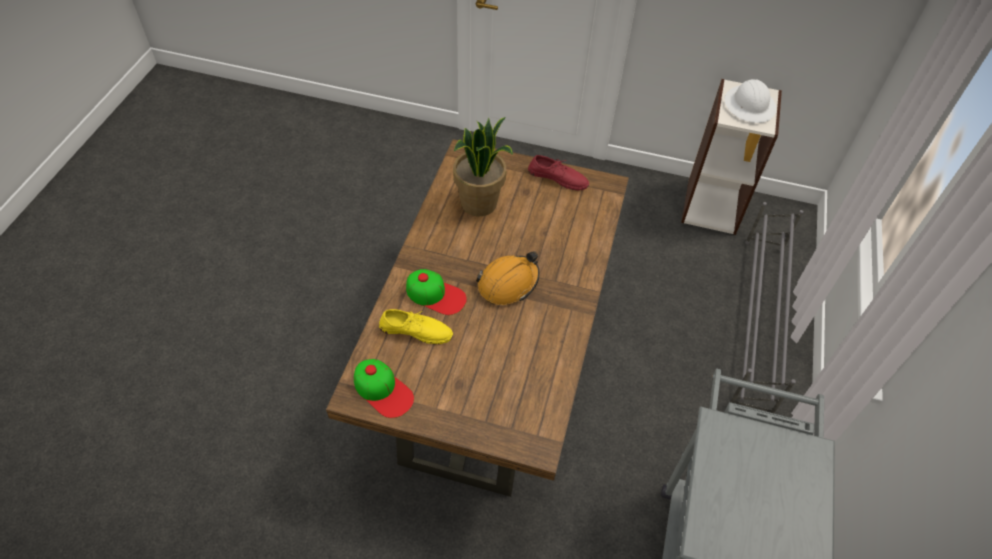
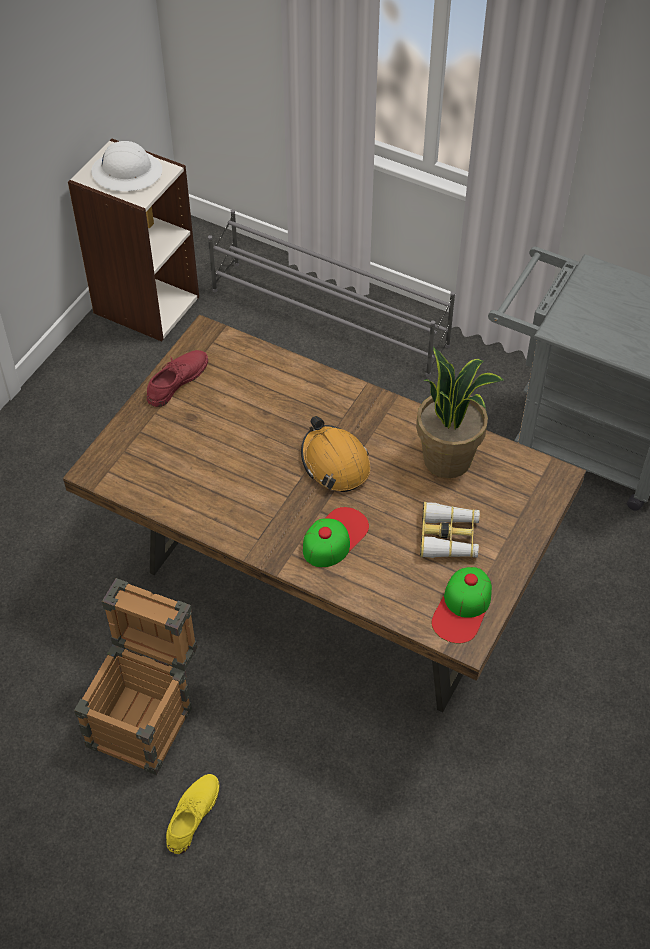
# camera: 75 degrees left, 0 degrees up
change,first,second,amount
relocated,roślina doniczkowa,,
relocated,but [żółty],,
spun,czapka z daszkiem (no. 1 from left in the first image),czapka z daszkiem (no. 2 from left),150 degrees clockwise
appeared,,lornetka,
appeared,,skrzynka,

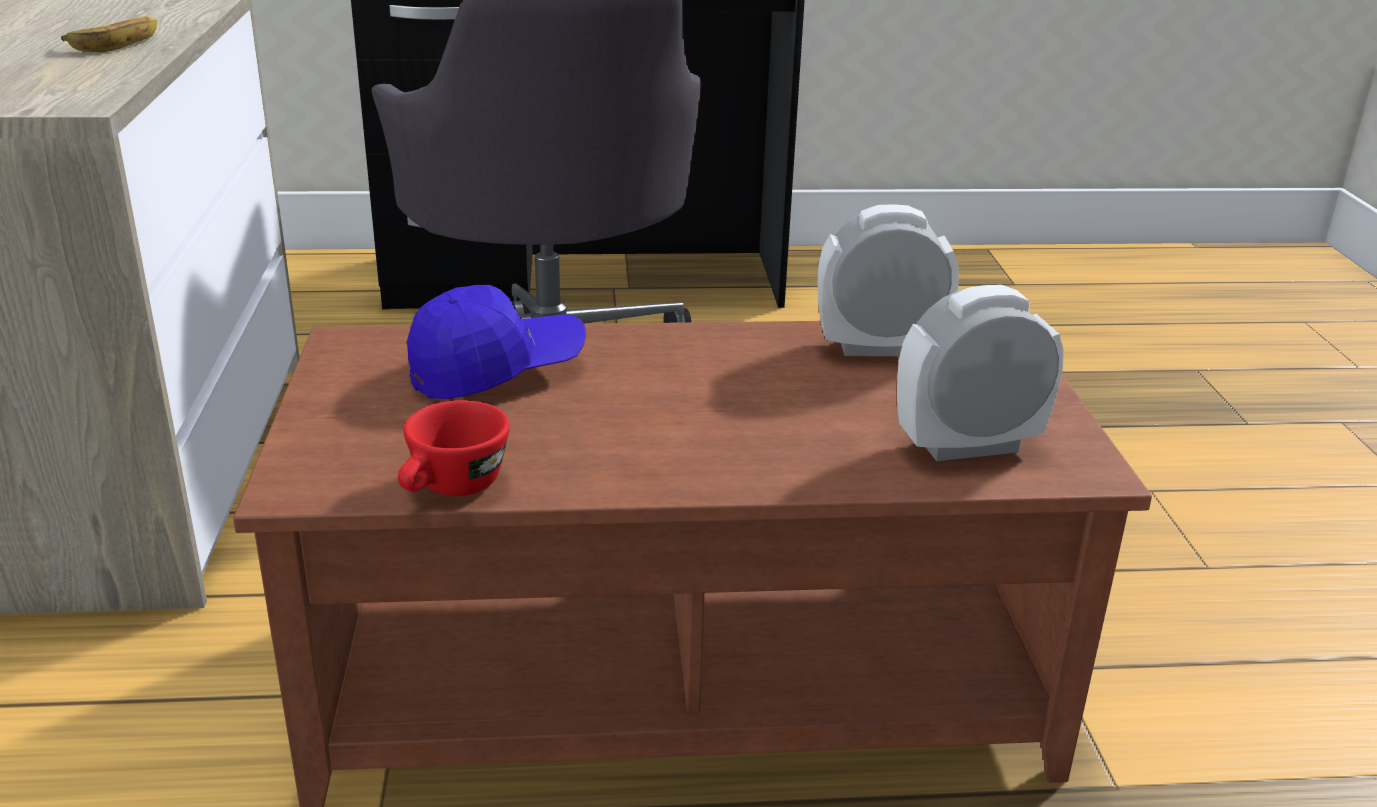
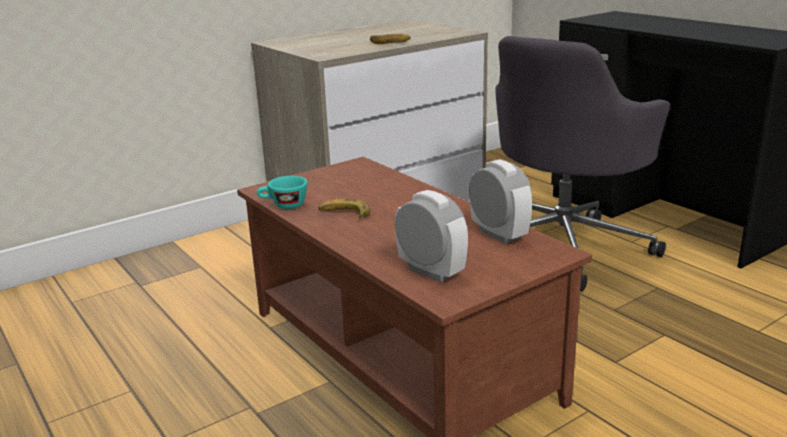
# camera: 60 degrees right, 5 degrees down
change,first,second,amount
missing,czapka z daszkiem [niebieski],,
colour,filiżanka [czerwony],filiżanka [turkusowy],
appeared,,banan (no. 1 from left),

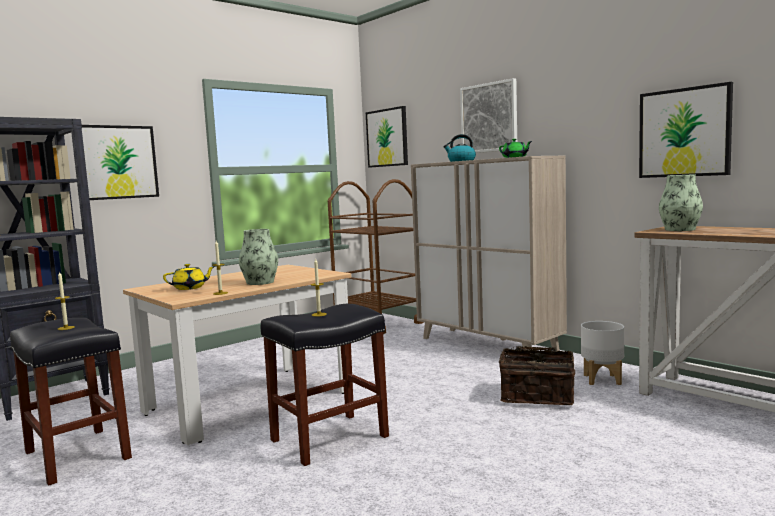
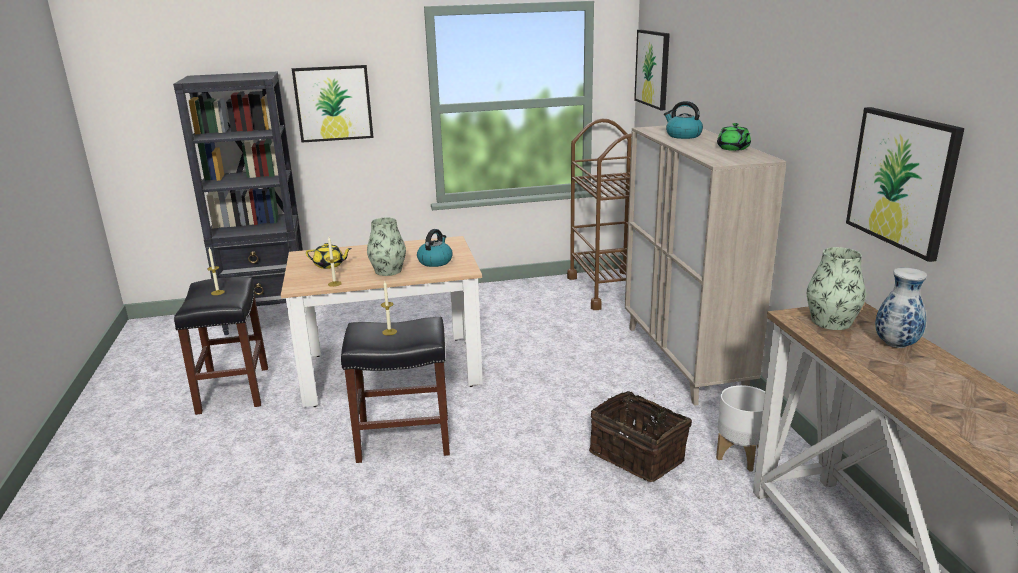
# camera: 30 degrees right, 15 degrees up
change,first,second,amount
missing,obraz (no. 3 from left),,
appeared,,czajnik (no. 1 from left),
appeared,,wazon (no. 3 from left),

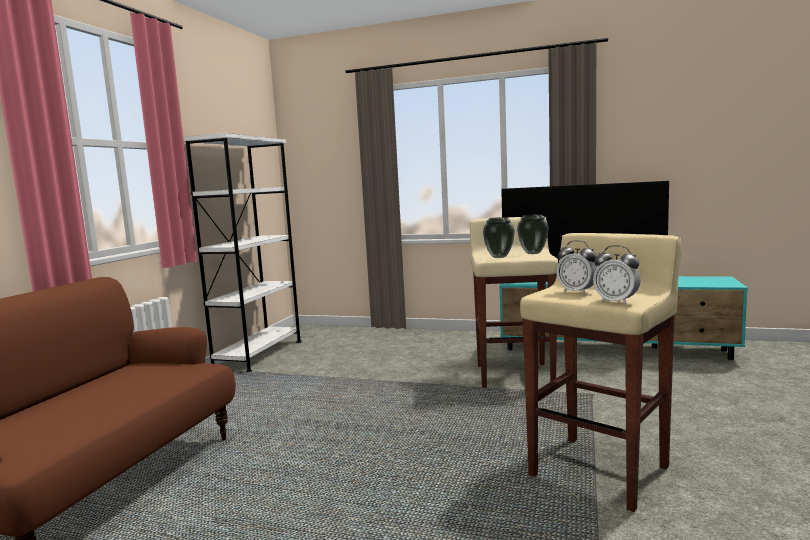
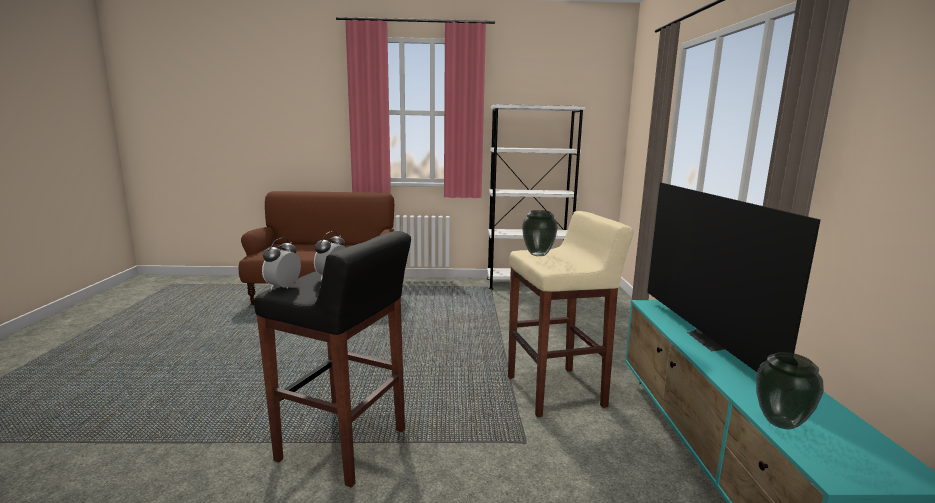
# camera: 70 degrees right, 5 degrees up
change,first,second,amount
relocated,wazon (no. 2 from left),,
colour,stołek [beżowy] (no. 2 from left),stołek [czarny],

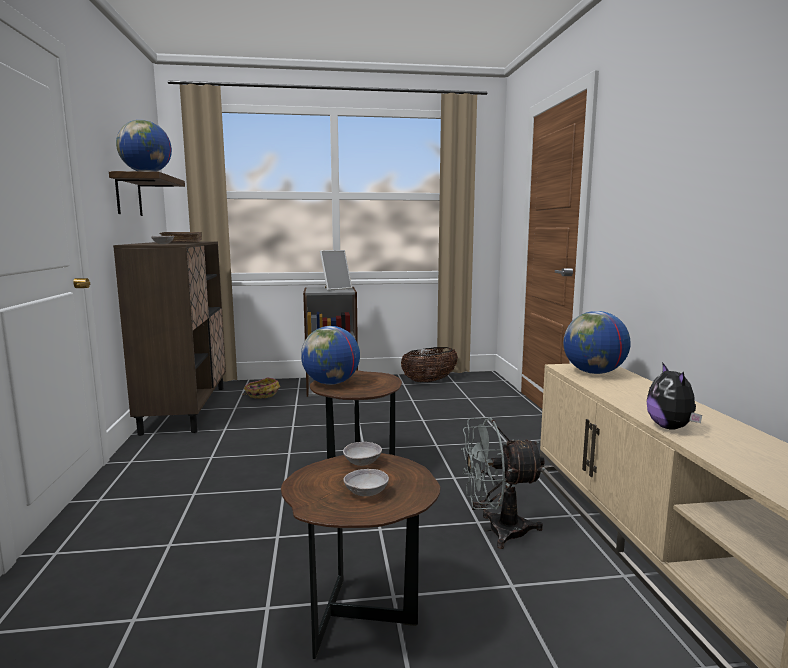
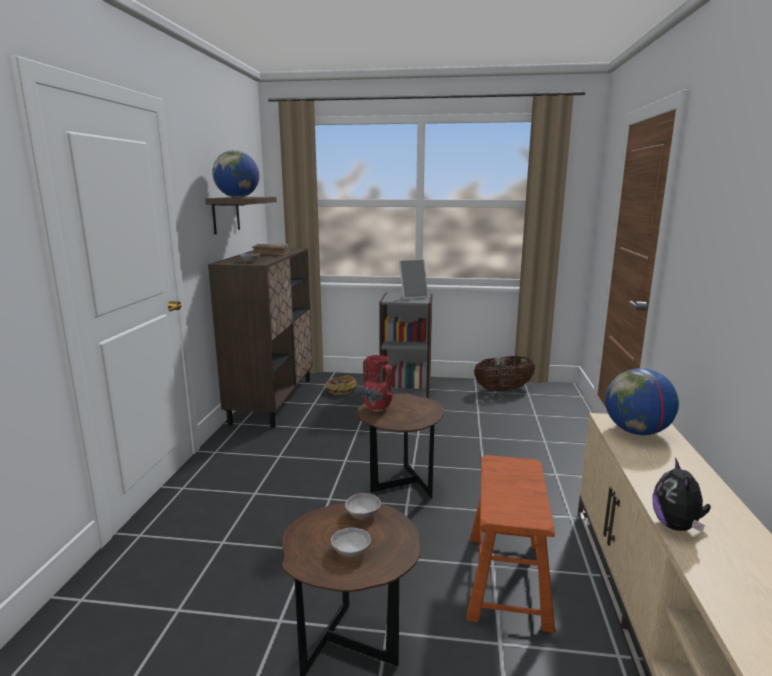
# camera: 15 degrees right, 5 degrees up
change,first,second,amount
exchanged,globus (no. 2 from left),wazon [czerwony],
exchanged,wentylator [szary],stołek [brązowy],

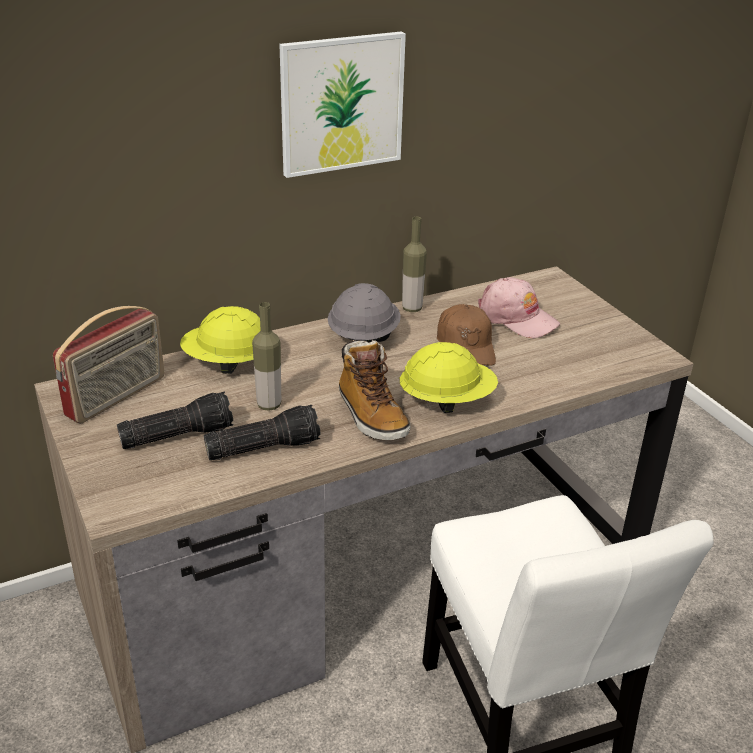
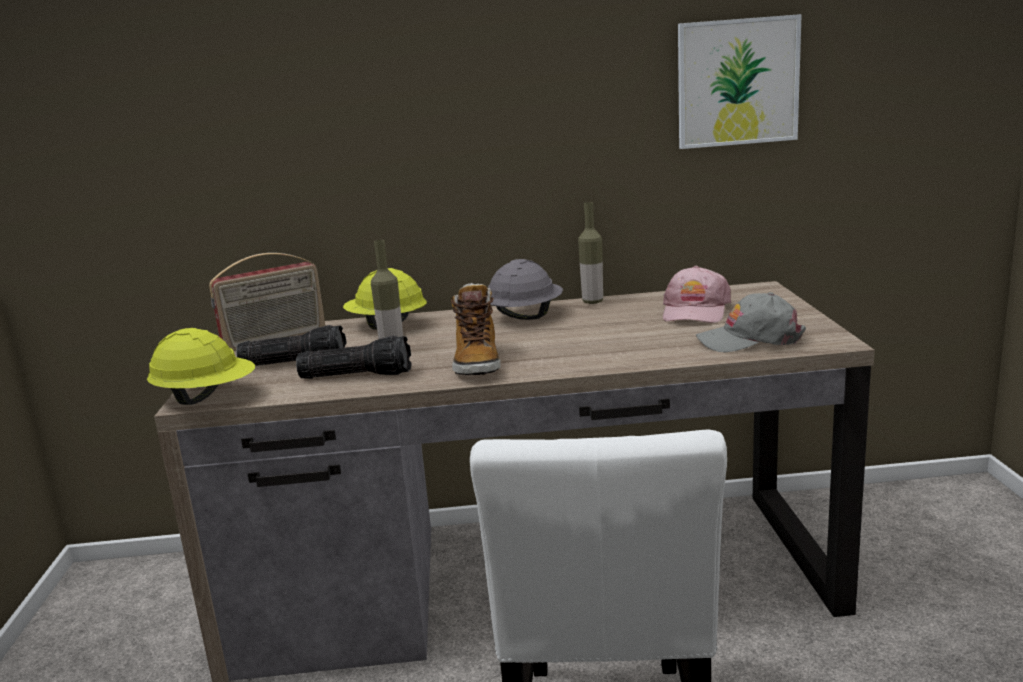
# camera: 25 degrees right, 15 degrees down
change,first,second,amount
relocated,obraz,,
spun,czapka z daszkiem [różowy],,45 degrees clockwise
missing,czapka z daszkiem [brązowy],,
relocated,kask [żółty] (no. 2 from left in the first image),kask [żółty] (no. 1 from left),
appeared,,czapka z daszkiem [szary],

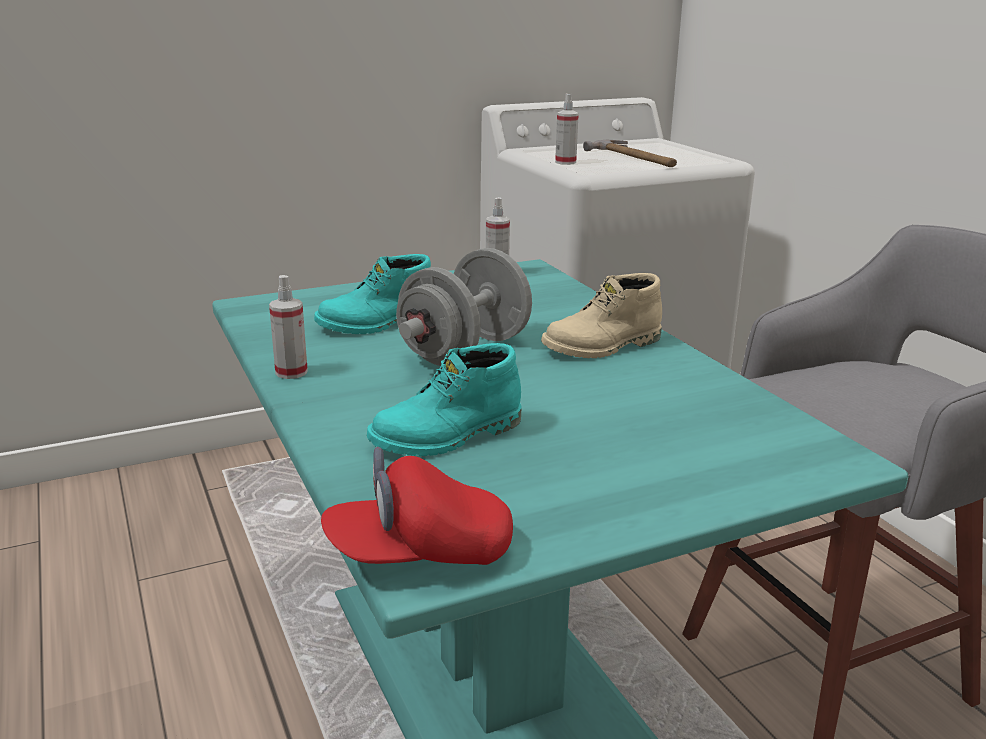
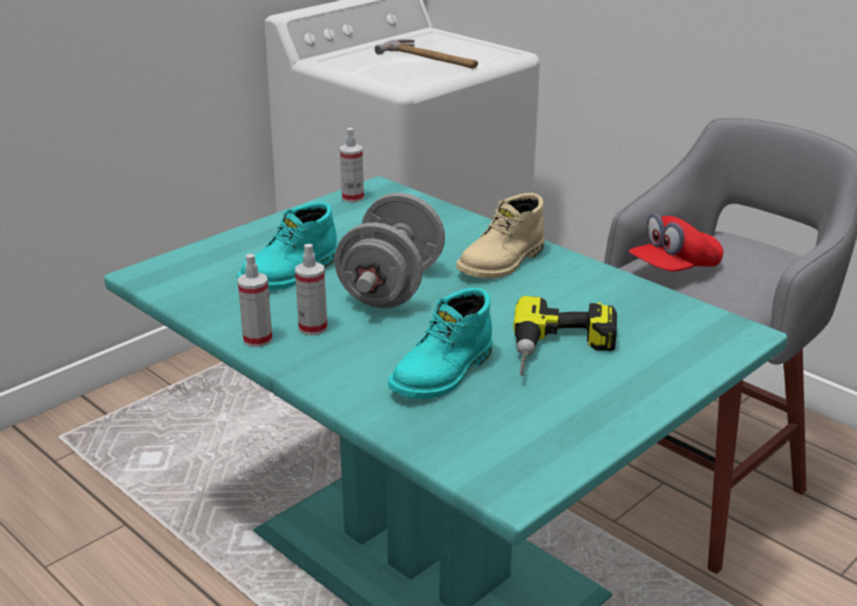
# camera: 20 degrees left, 5 degrees up
change,first,second,amount
relocated,spryskiwacz (no. 3 from left in the first image),spryskiwacz (no. 2 from left),
relocated,czapka z daszkiem [czerwony],,
appeared,,wiertarka,

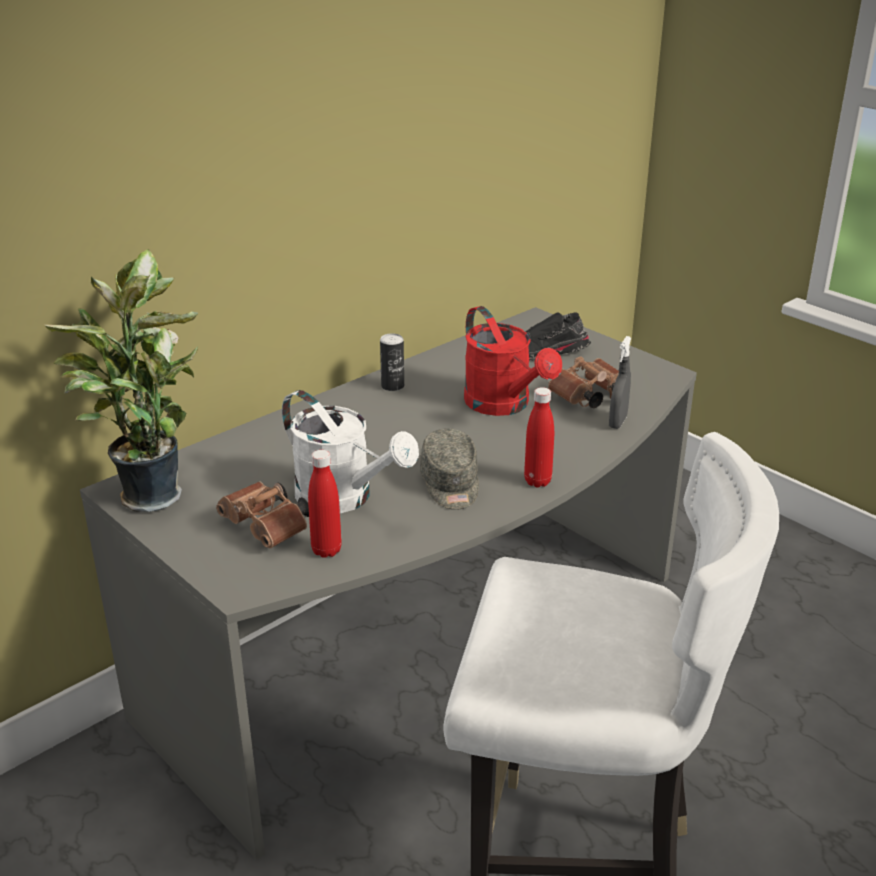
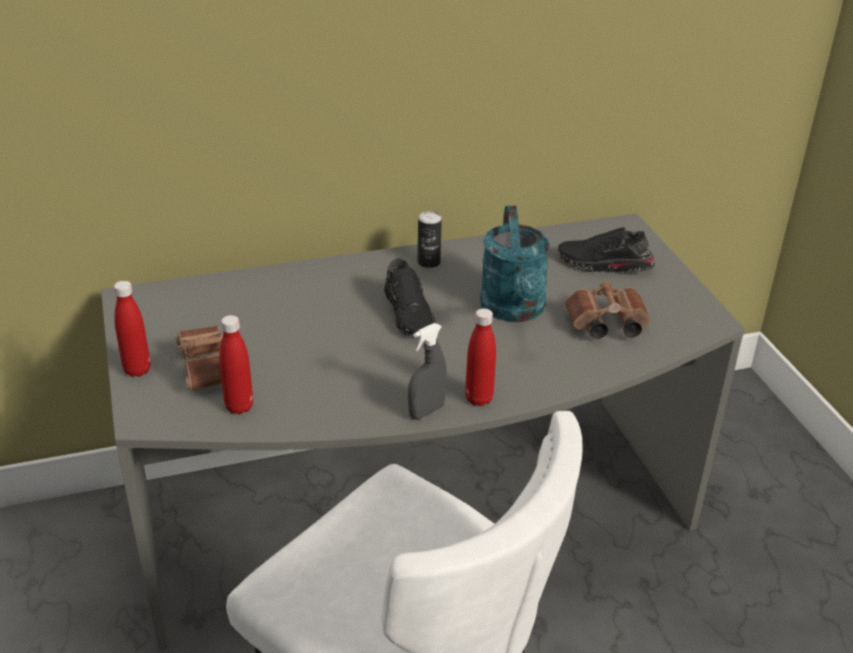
# camera: 25 degrees right, 5 degrees up
change,first,second,amount
missing,roślina doniczkowa,,
colour,konewka [czerwony],konewka [turkusowy],
relocated,spryskiwacz [szary],,
missing,konewka [biały],,
missing,czapka z daszkiem [szary],,
appeared,,but [czarny] (no. 1 from left),
appeared,,butelka [czerwony] (no. 1 from left),

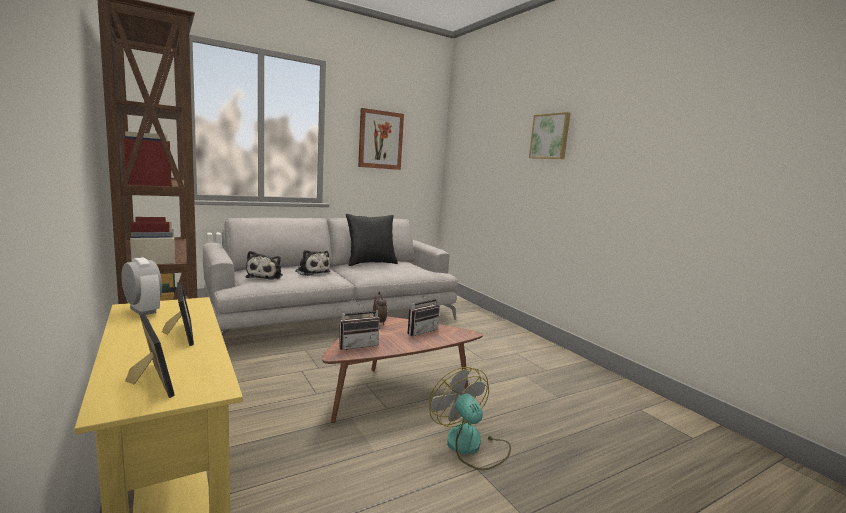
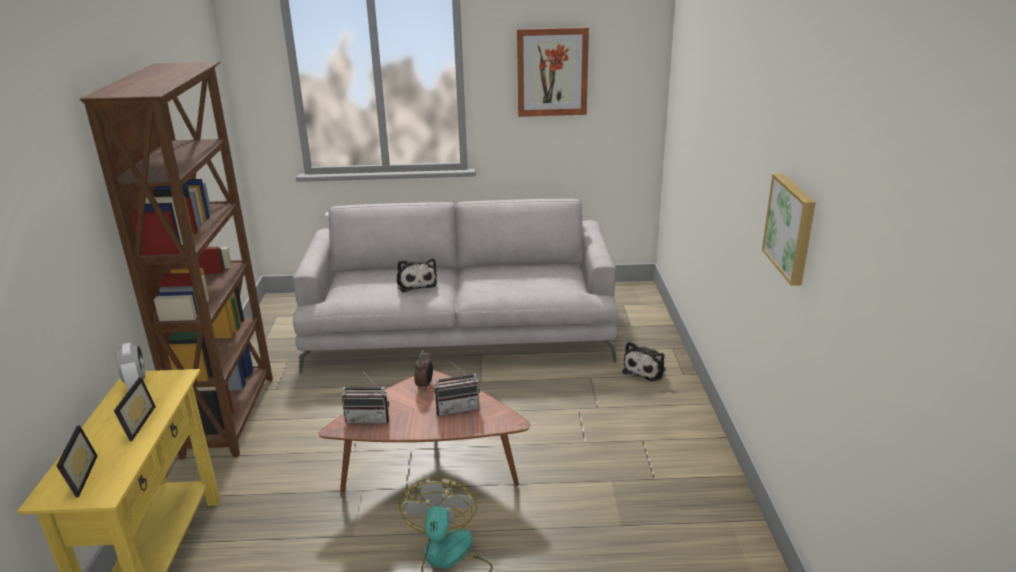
# camera: 30 degrees right, 15 degrees up
change,first,second,amount
relocated,obraz (no. 2 from left),,
missing,poduszka [czarny],,
relocated,pluszak (no. 1 from left in the first image),pluszak (no. 2 from left),

